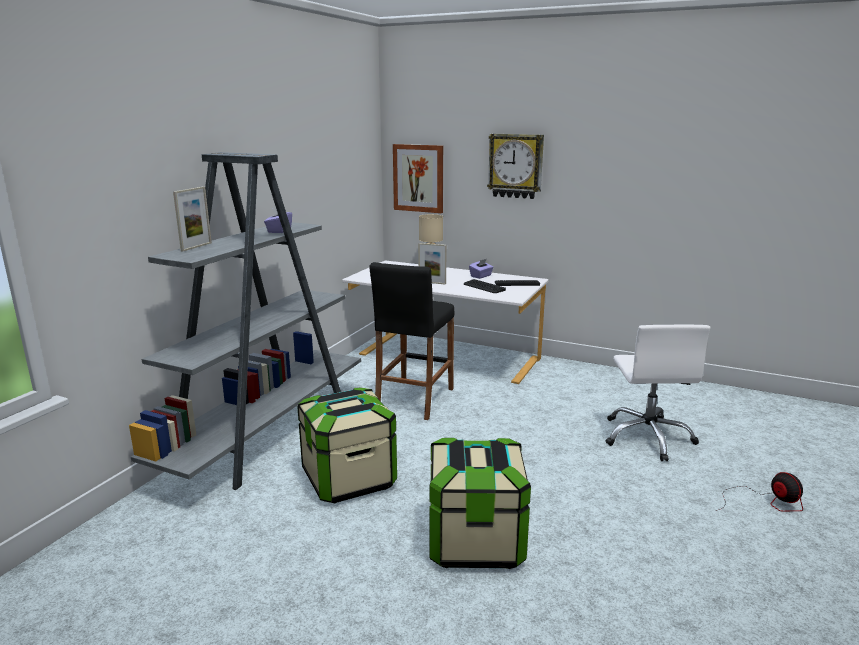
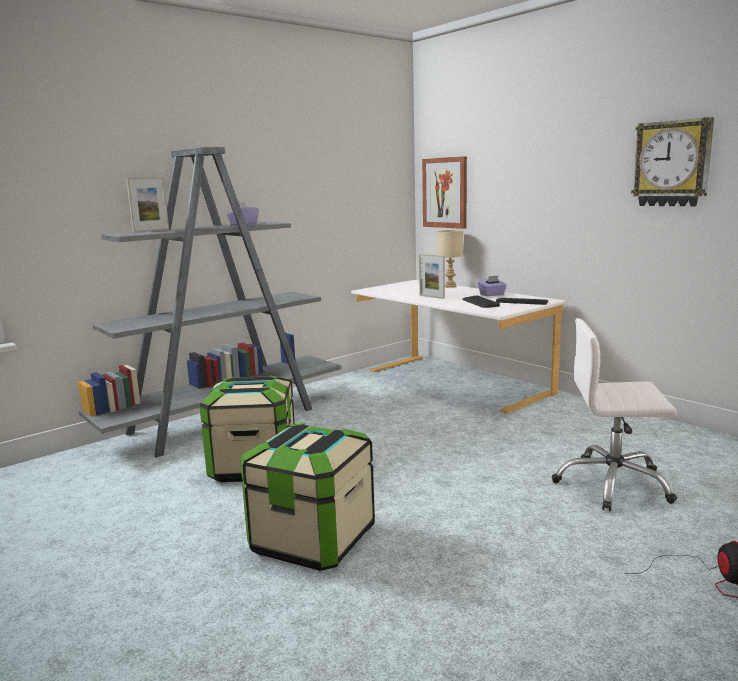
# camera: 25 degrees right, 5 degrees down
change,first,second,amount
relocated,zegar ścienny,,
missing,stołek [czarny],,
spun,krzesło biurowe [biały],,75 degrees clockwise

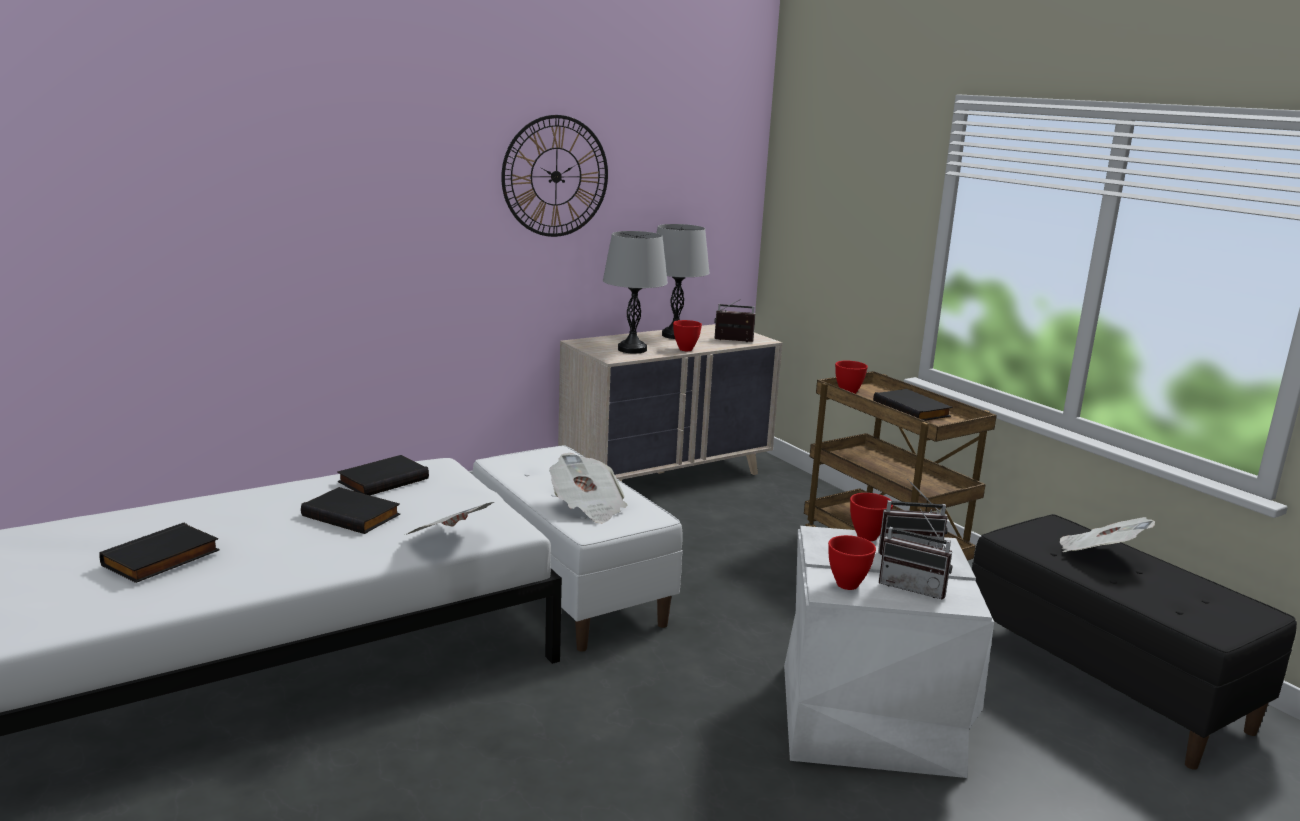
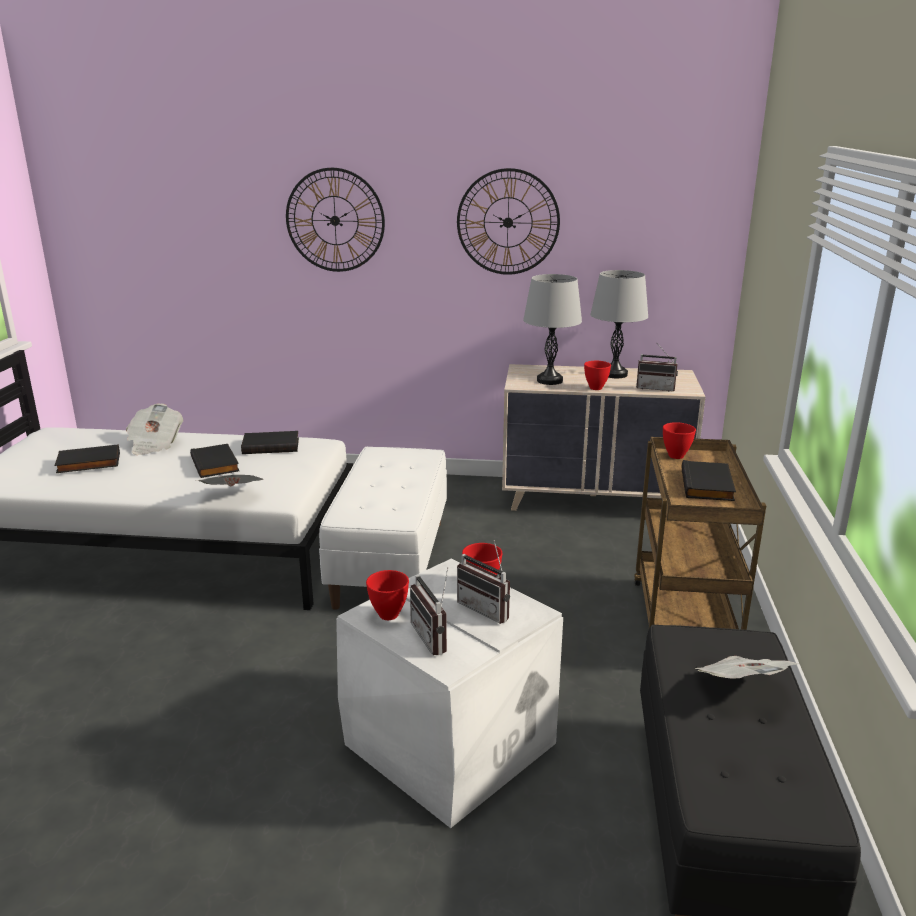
# camera: 40 degrees right, 5 degrees up
change,first,second,amount
spun,radio (no. 1 from left in the first image),radio (no. 3 from left),150 degrees clockwise
relocated,gazeta (no. 2 from left in the first image),gazeta (no. 1 from left),
appeared,,zegar ścienny (no. 1 from left),

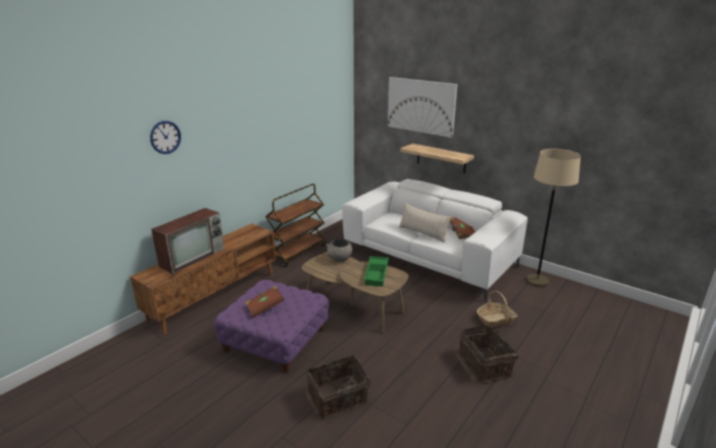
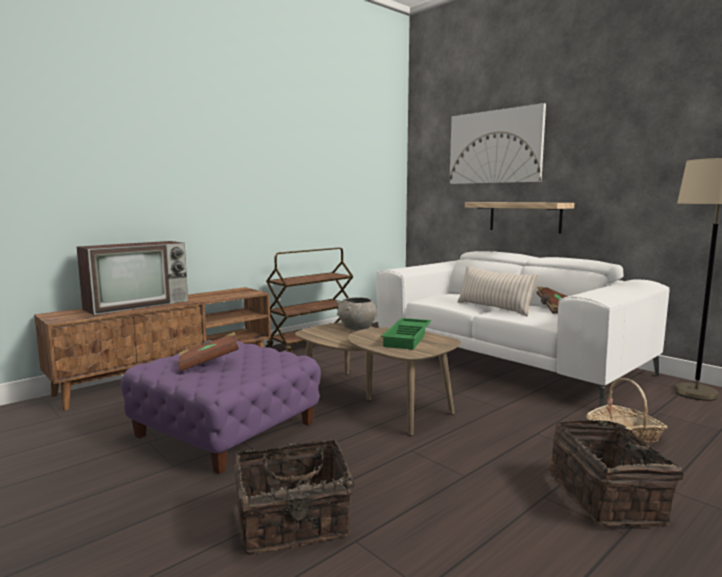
# camera: 10 degrees right, 15 degrees down
change,first,second,amount
missing,zegar ścienny,,

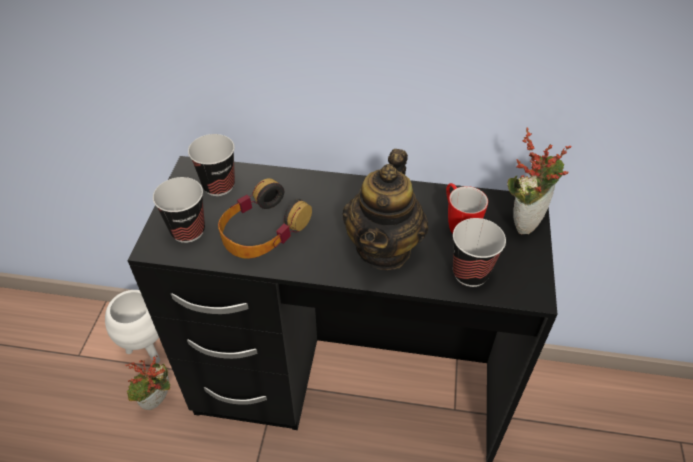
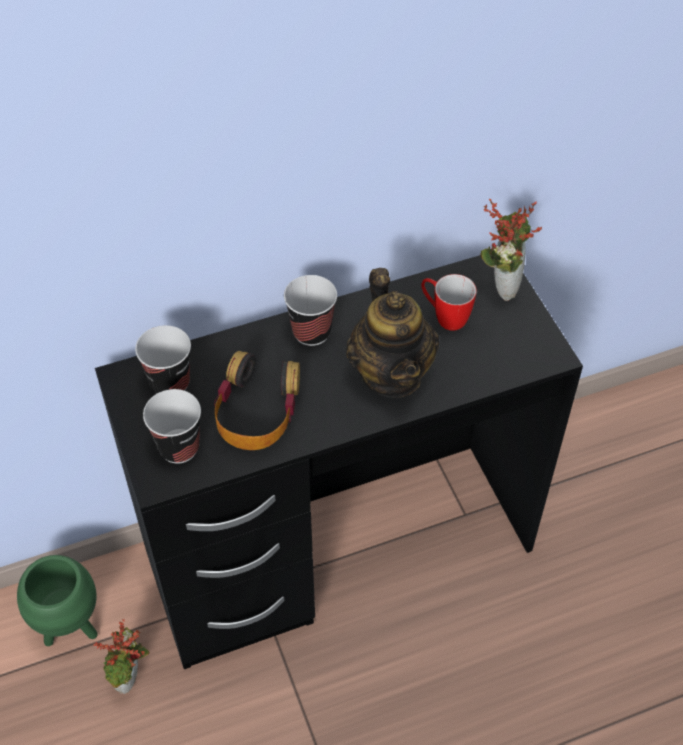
# camera: 30 degrees left, 5 degrees up
change,first,second,amount
relocated,filiżanka (no. 3 from left),,
colour,donica [biały],donica [zielony],

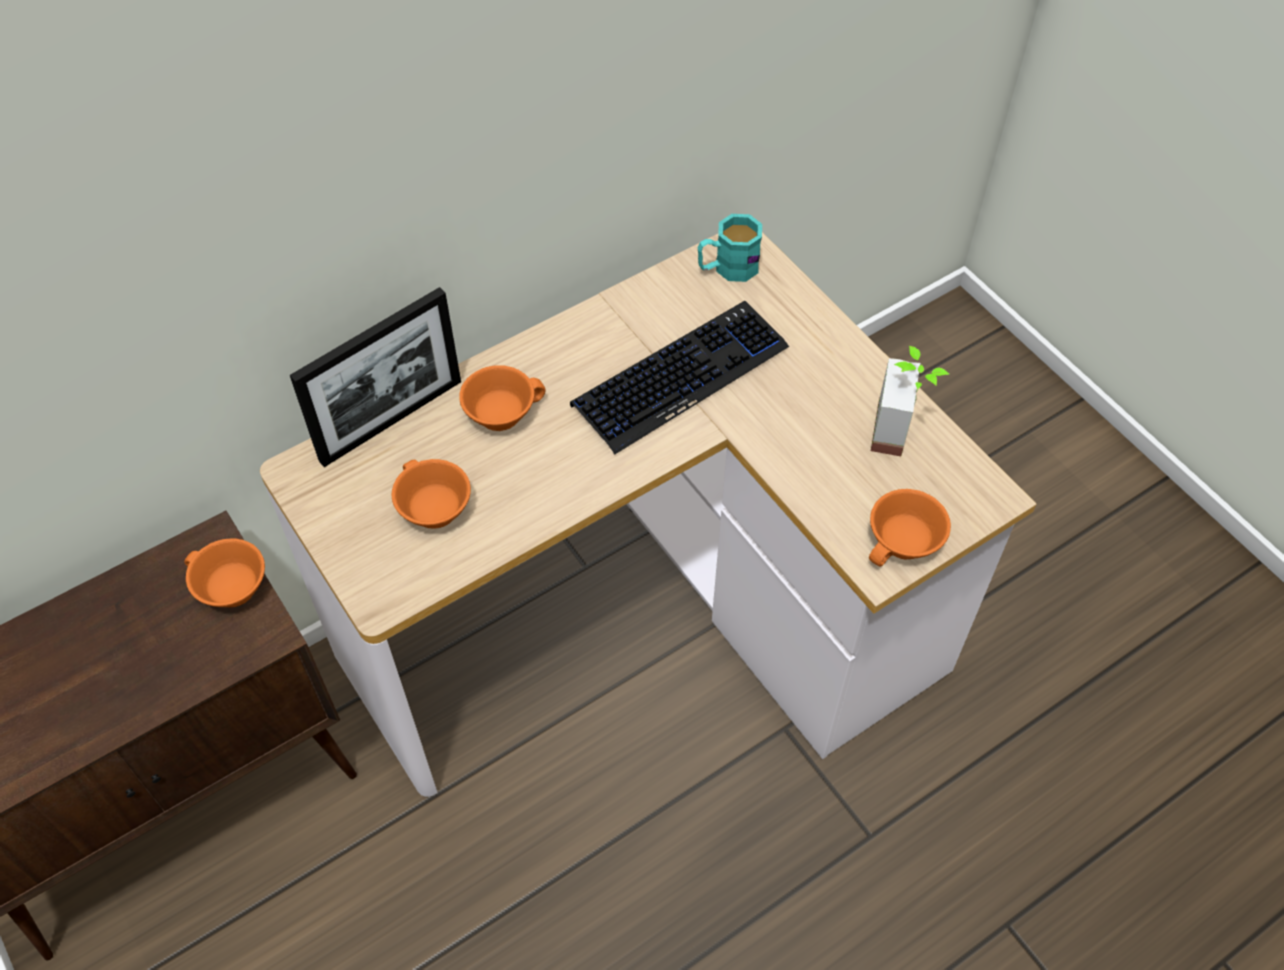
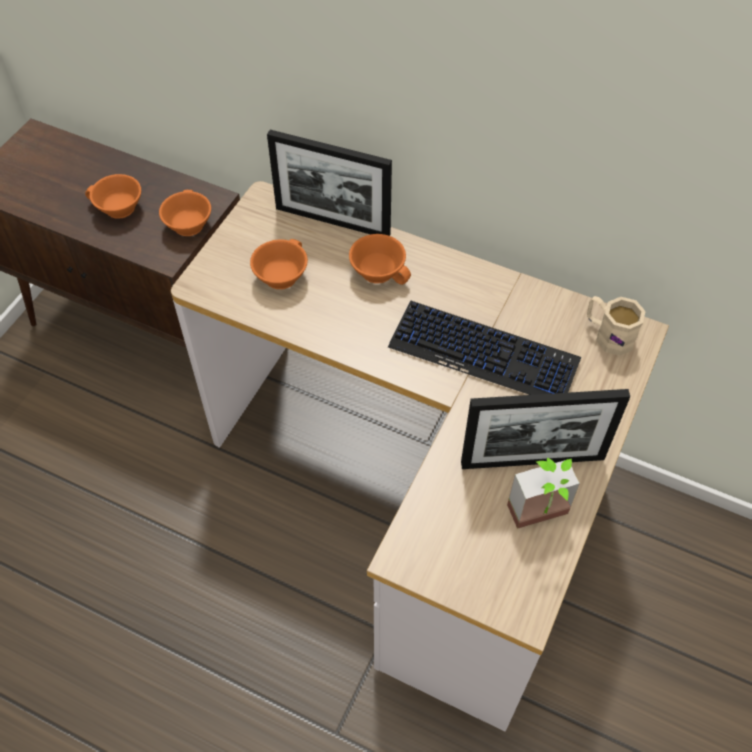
# camera: 60 degrees right, 0 degrees up
change,first,second,amount
colour,kubek [turkusowy],kubek [beżowy],
relocated,filiżanka [pomarańczowy] (no. 4 from left in the first image),filiżanka [pomarańczowy] (no. 1 from left),
appeared,,ramka na zdjęcie (no. 2 from left),

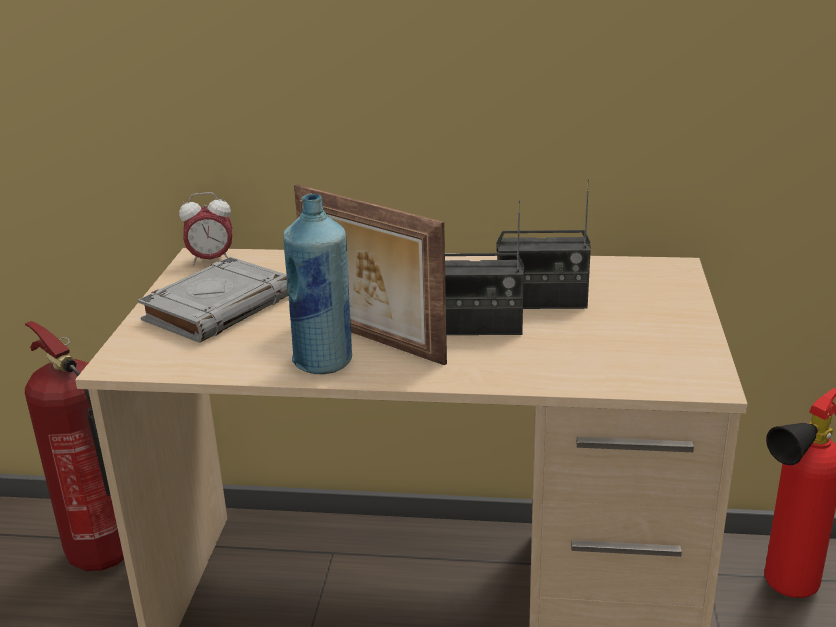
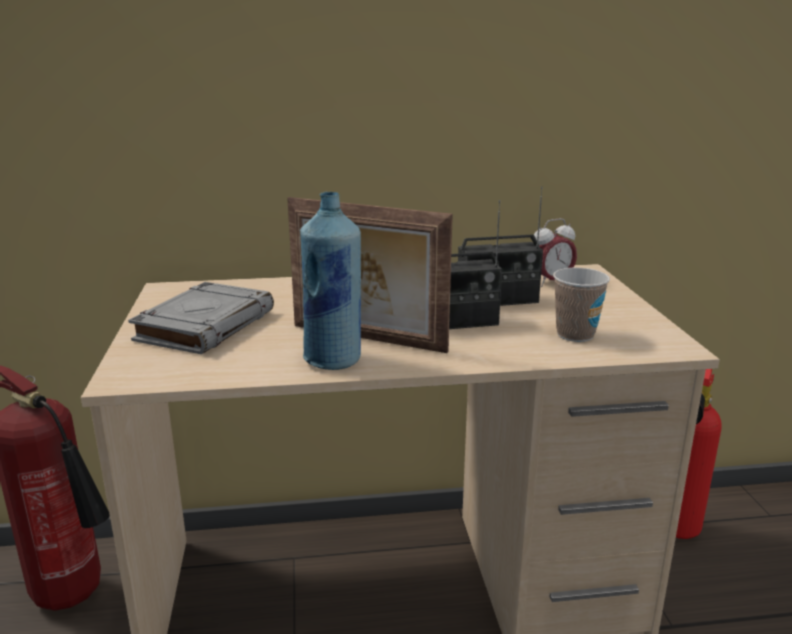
# camera: 15 degrees left, 5 degrees down
change,first,second,amount
relocated,budzik,,
appeared,,filiżanka,

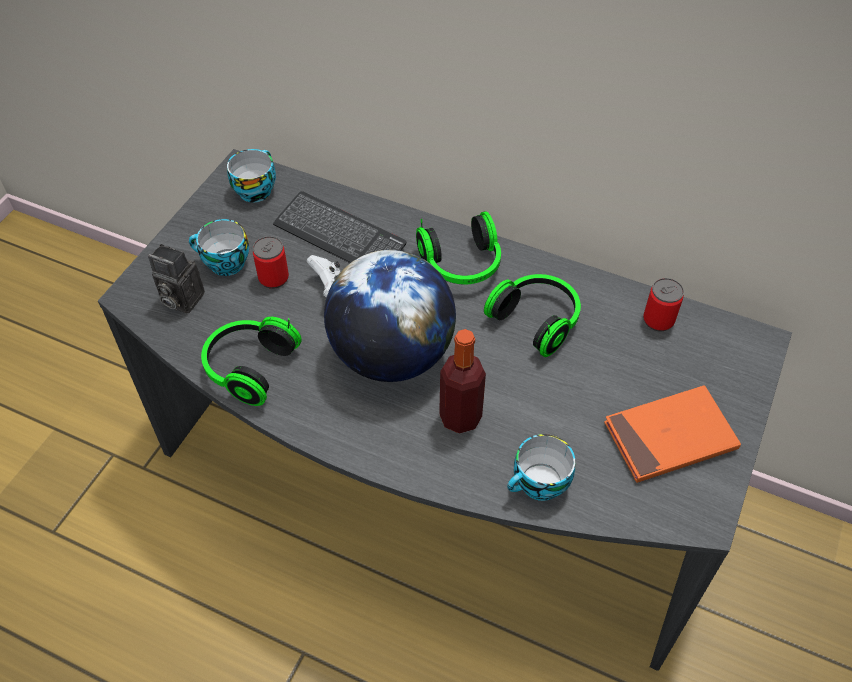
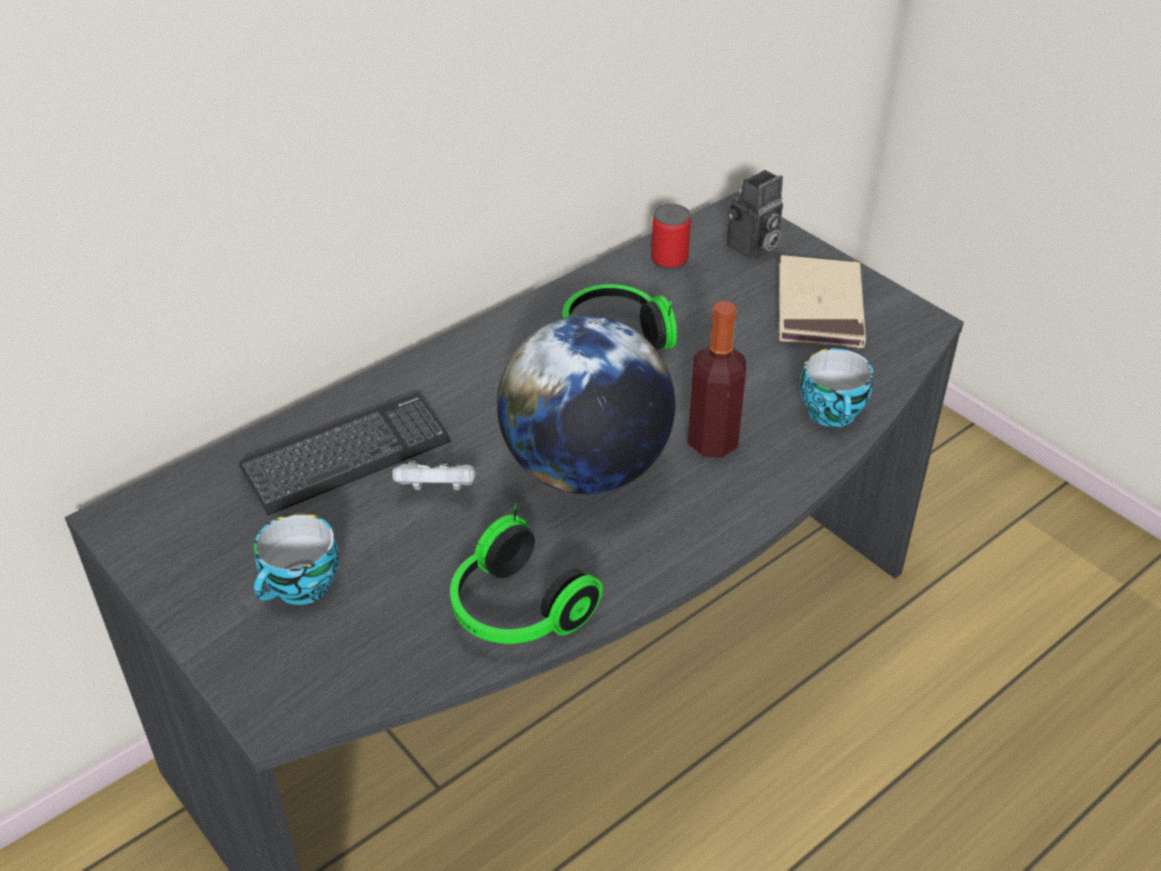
# camera: 65 degrees left, 10 degrees down
change,first,second,amount
missing,filiżanka (no. 2 from left),,
missing,słuchawki (no. 2 from left),,
missing,puszka (no. 1 from left),,
relocated,aparat fotograficzny,,
colour,książka [pomarańczowy],książka [beżowy],

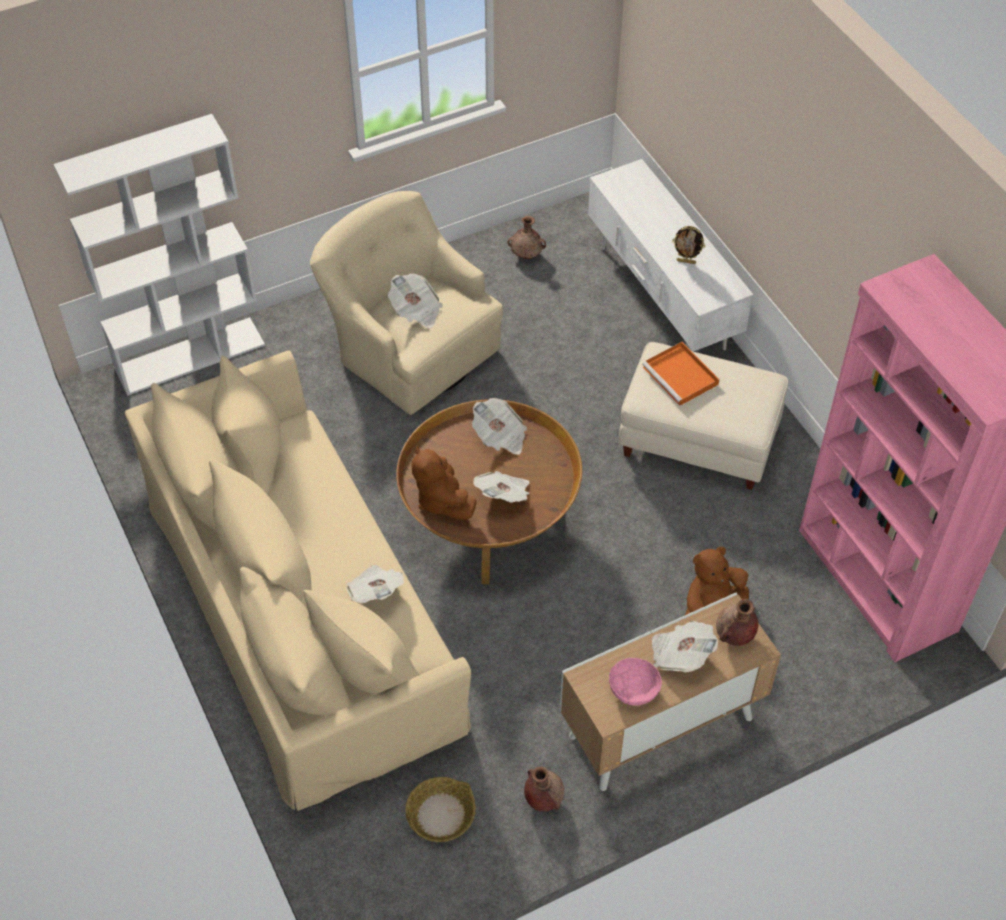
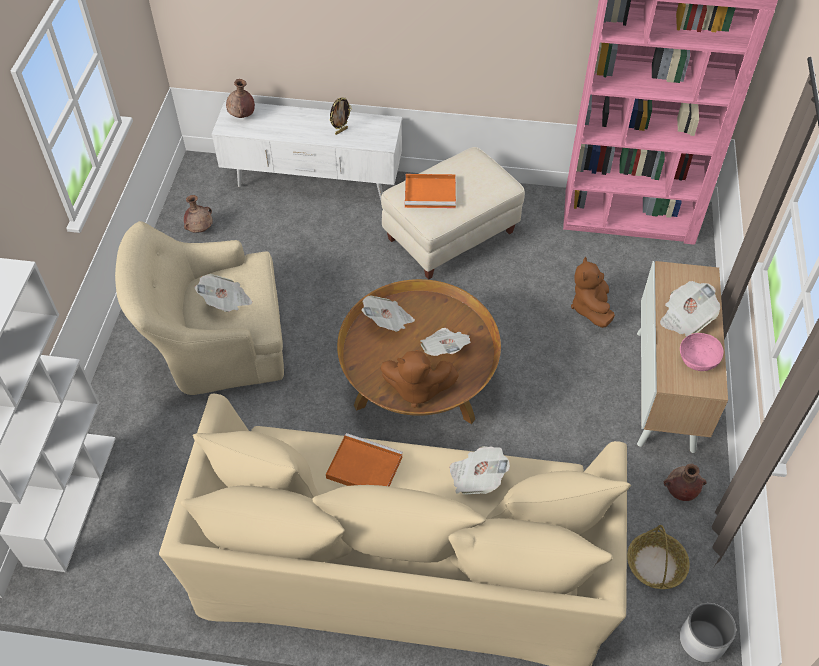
# camera: 55 degrees left, 0 degrees up
change,first,second,amount
relocated,wazon [brązowy] (no. 3 from left in the first image),wazon [brązowy] (no. 2 from left),
appeared,,taca [pomarańczowy] (no. 1 from left),
appeared,,donica [biały],

